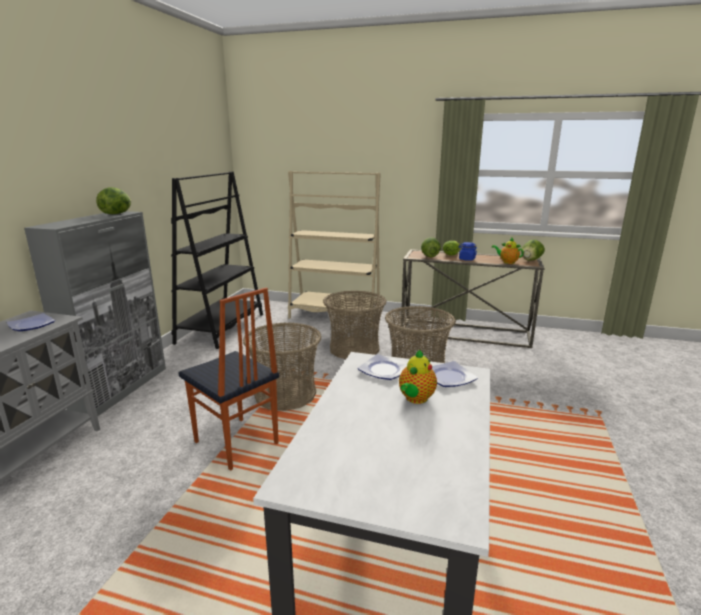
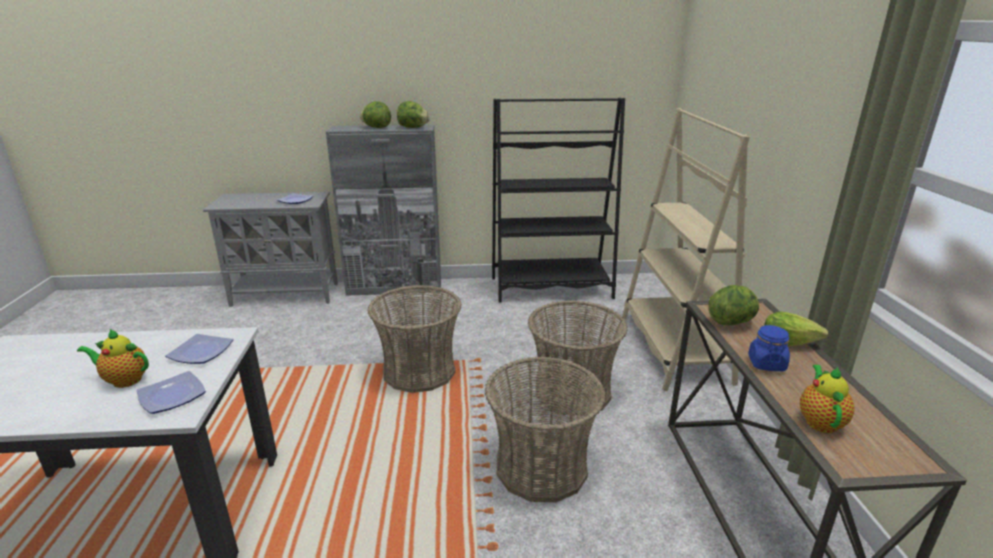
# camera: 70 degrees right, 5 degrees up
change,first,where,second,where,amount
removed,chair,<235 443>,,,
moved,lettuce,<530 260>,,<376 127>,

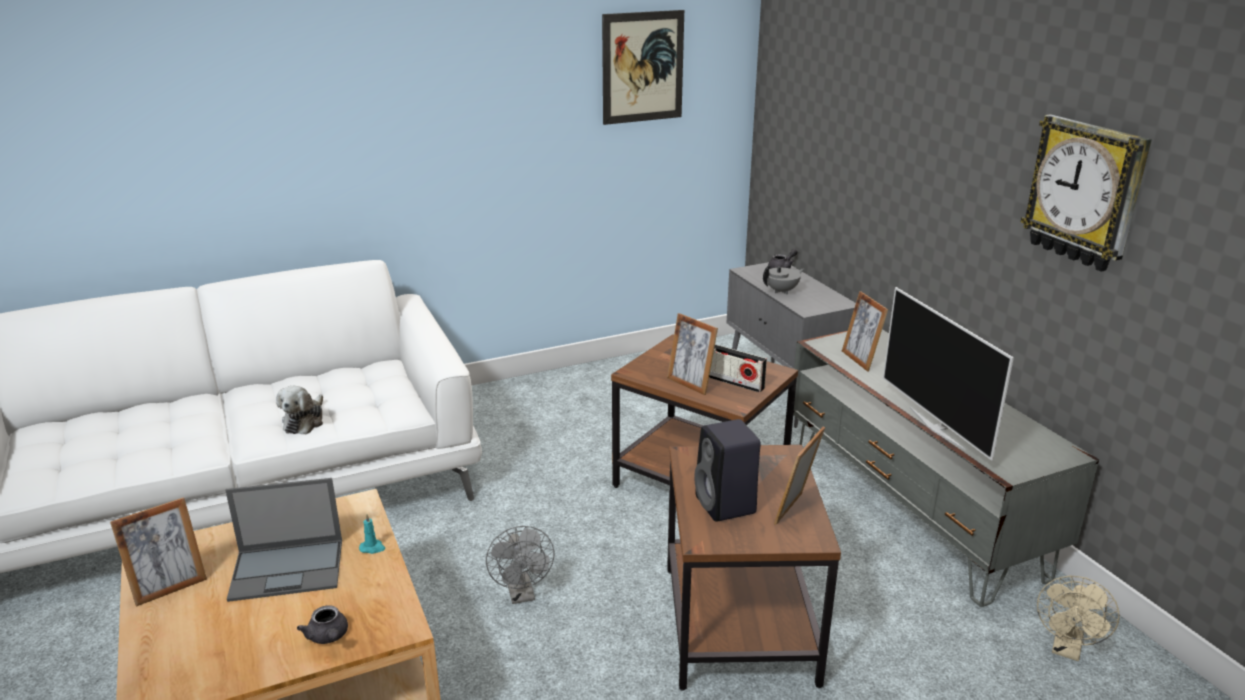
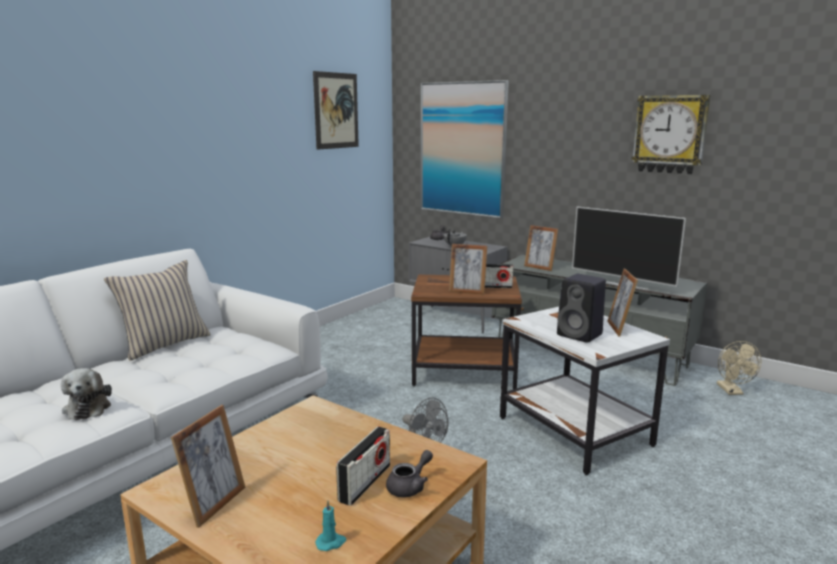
# camera: 30 degrees left, 10 degrees down
change,first,where,second,where,amount
removed,laptop,<289 569>,,,
added,,,beige_pillow,<164 344>,
added,,,radio,<365 483>,
added,,,picture,<462 149>,
moved,plush_toy,<305 421>,,<88 407>,
moved,turquoise_candle,<372 548>,,<331 542>,
recoloured,brown_side_table,<740 625>,white_side_table,<575 432>,
turned,grey_teapot,<328 637>,,<410 486>,75 degrees counterclockwise

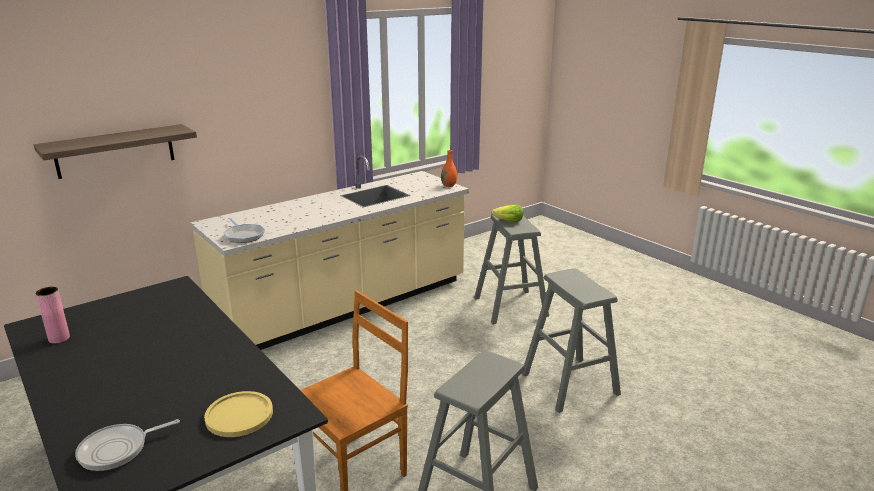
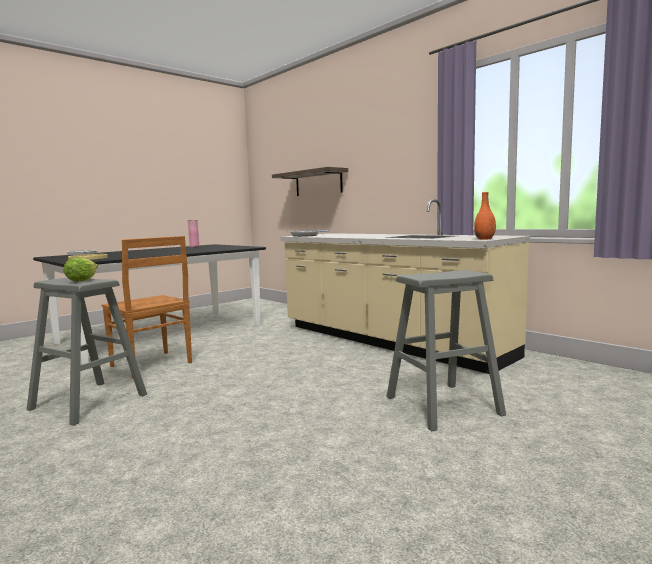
# camera: 85 degrees right, 15 degrees down
change,first,where,second,where,amount
removed,grey_stool,<569 384>,,,
moved,lettuce,<508 221>,,<82 280>,

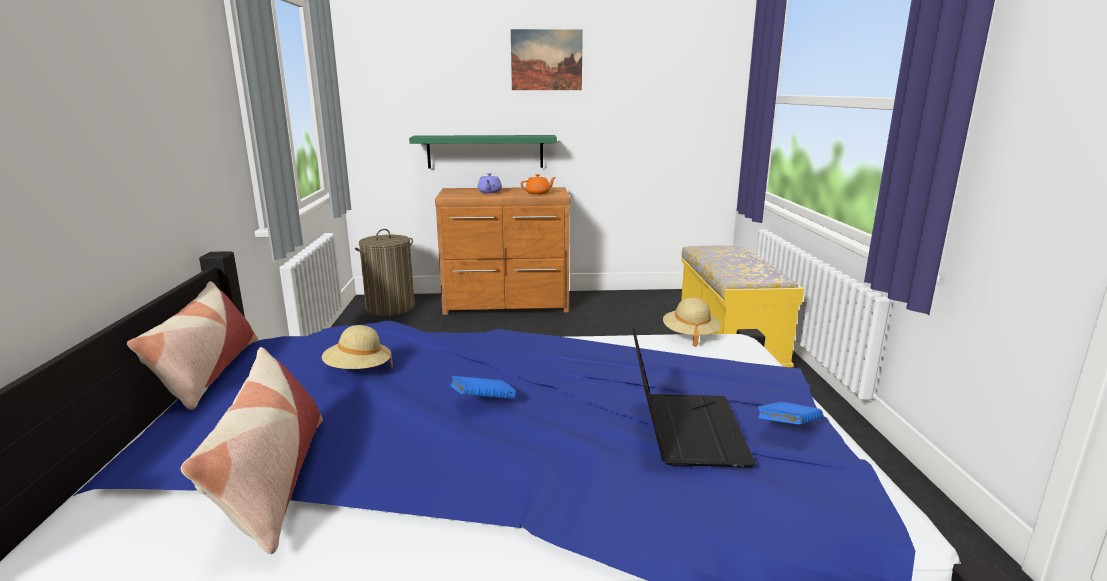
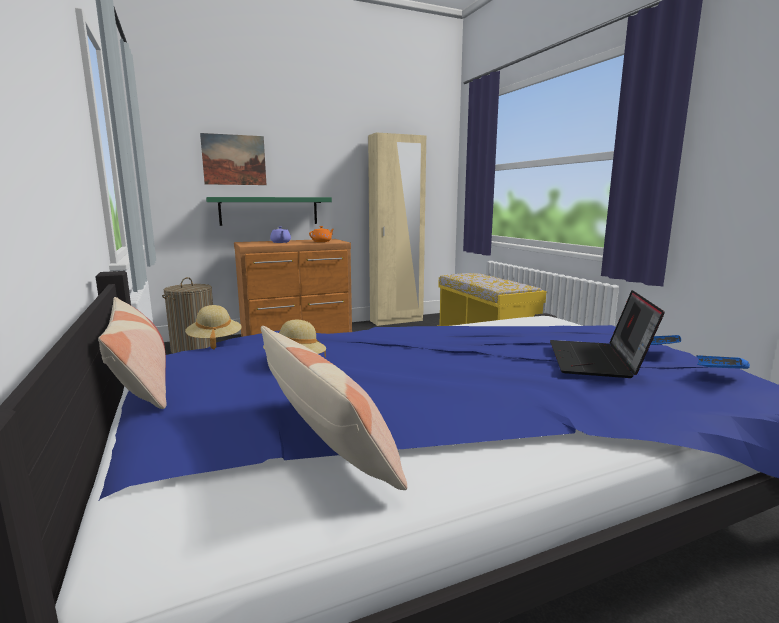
# camera: 20 degrees left, 5 degrees down
change,first,where,second,where,amount
added,,,beige_wardrobe,<396 321>,
moved,blue_book,<483 401>,,<720 375>,
moved,picture,<546 60>,,<234 160>,
moved,beige_hat,<690 335>,,<214 341>,
turned,laptop,<683 429>,,<598 361>,150 degrees counterclockwise

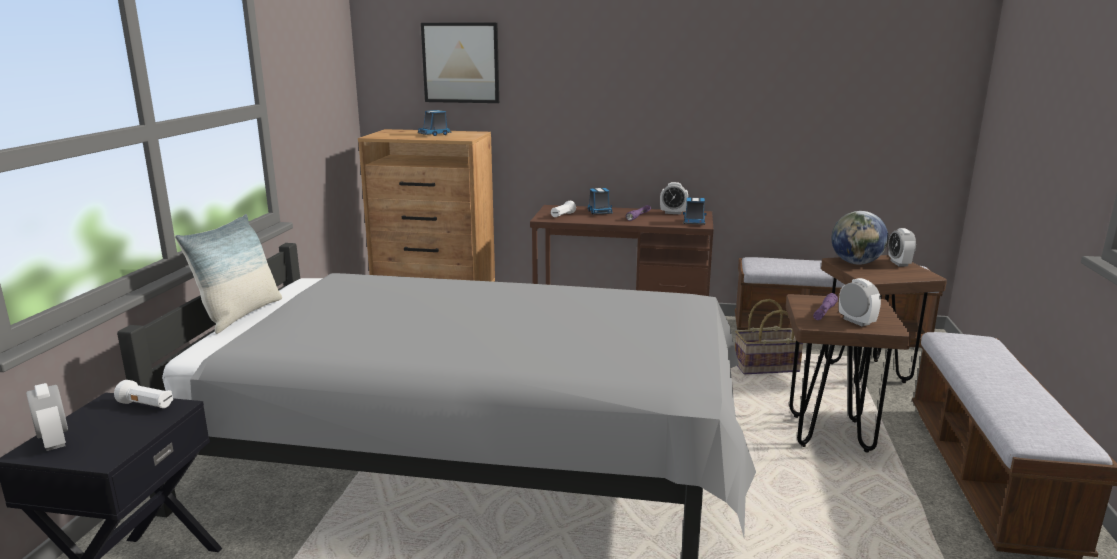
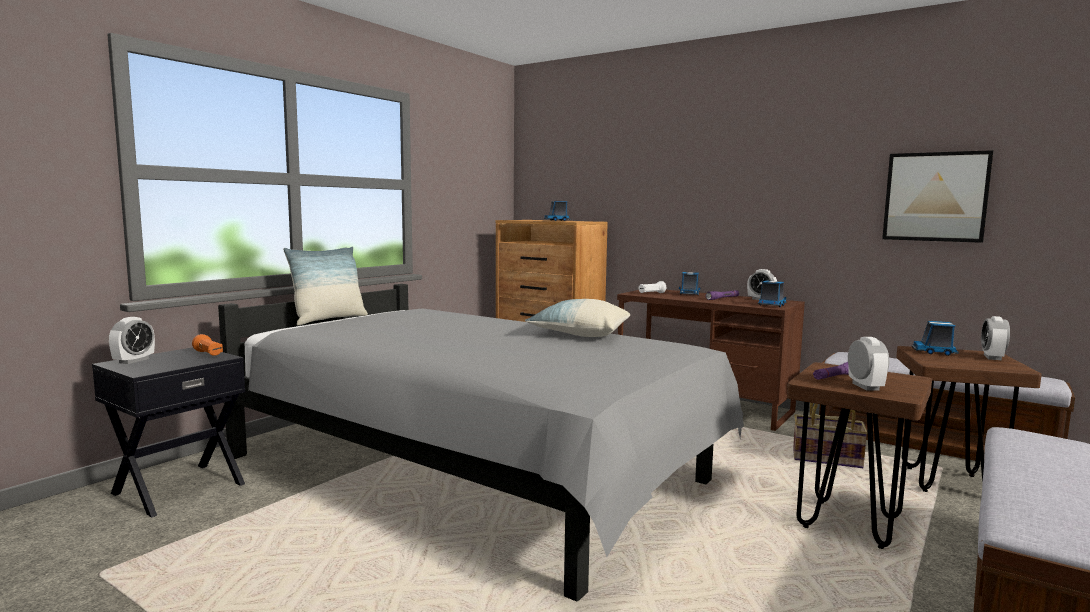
# camera: 25 degrees right, 10 degrees down
change,first,where,second,where,amount
added,,,pillow,<579 334>,
moved,picture,<461 63>,,<935 197>,
replaced,globe,<856 263>,toy_truck,<935 352>,
recoloured,white_flashlight,<146 405>,orange_flashlight,<208 354>,
turned,alarm_clock,<54 441>,,<134 361>,150 degrees counterclockwise

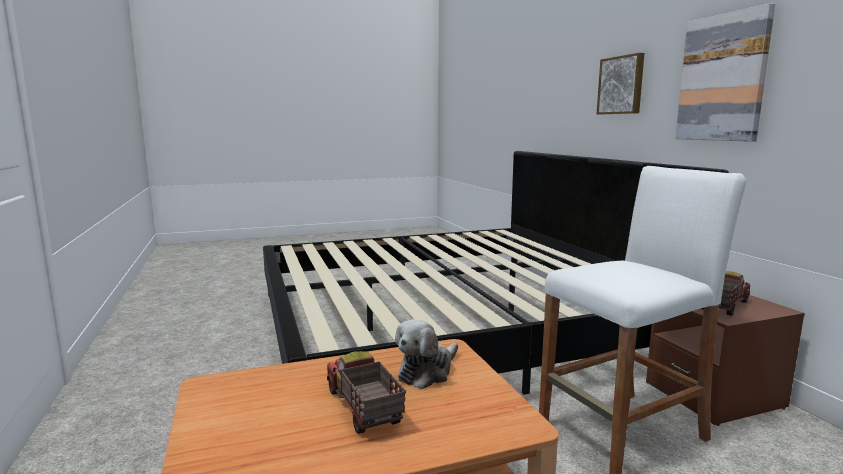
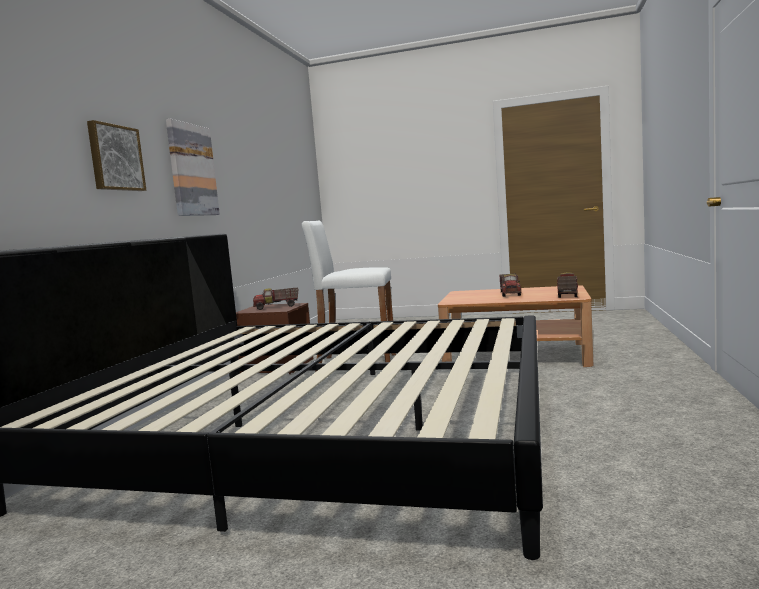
# camera: 145 degrees left, 5 degrees down
change,first,where,second,where,amount
removed,plush_toy,<427 372>,,,
added,,,toy_truck,<567 295>,

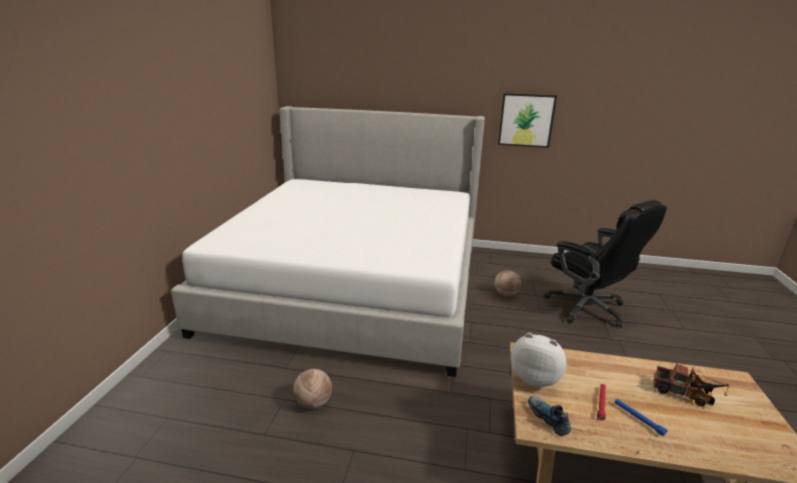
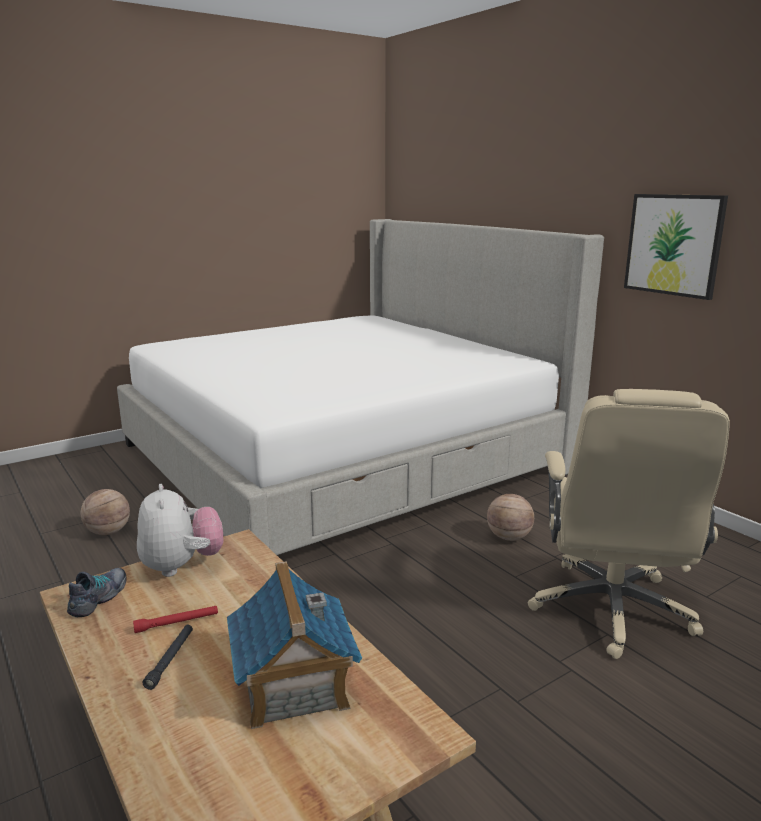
# camera: 45 degrees right, 5 degrees down
change,first,where,second,where,amount
replaced,toy_truck,<685 394>,toy_house,<293 686>,
recoloured,black_office_chair,<588 308>,beige_office_chair,<612 610>,
recoloured,blue_flashlight,<638 419>,black_flashlight,<170 659>,

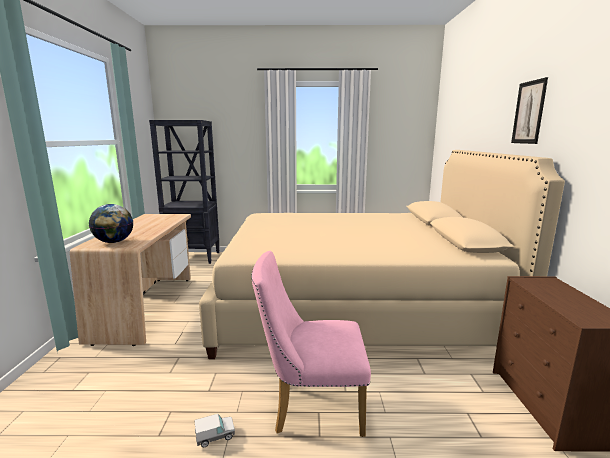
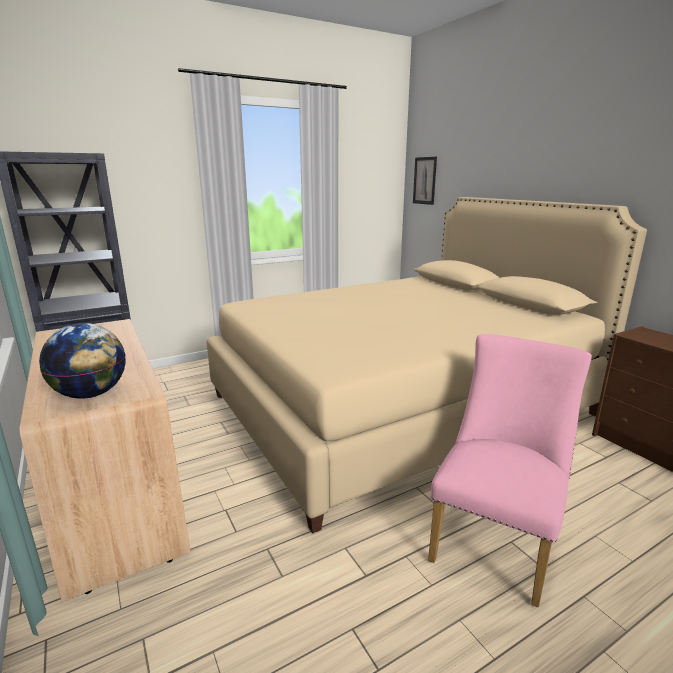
# camera: 30 degrees left, 5 degrees up
change,first,where,second,where,amount
removed,toy_truck,<215 436>,,,
moved,picture,<529 112>,,<424 180>,
turned,pink_chair,<310 406>,,<495 538>,150 degrees clockwise

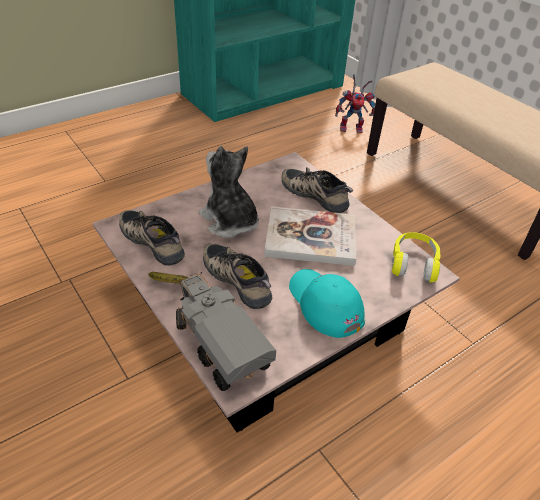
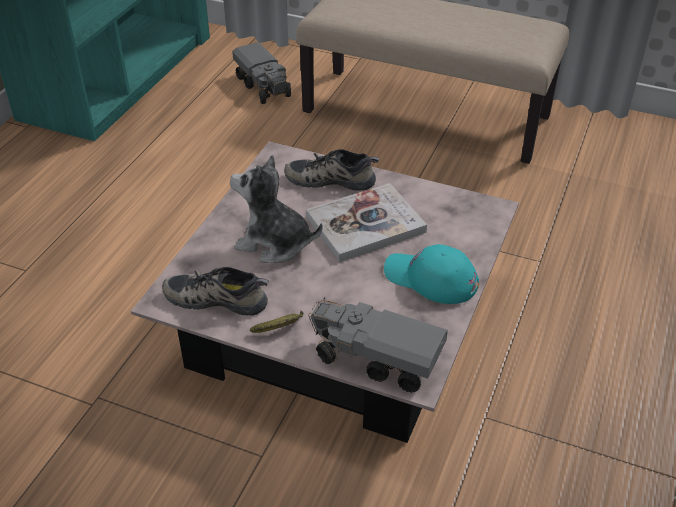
# camera: 30 degrees left, 0 degrees up
change,first,where,second,where,amount
removed,shoe,<239 279>,,,
removed,yellow_headphones,<413 263>,,,
replaced,toy_robot,<353 128>,toy_truck,<264 87>,

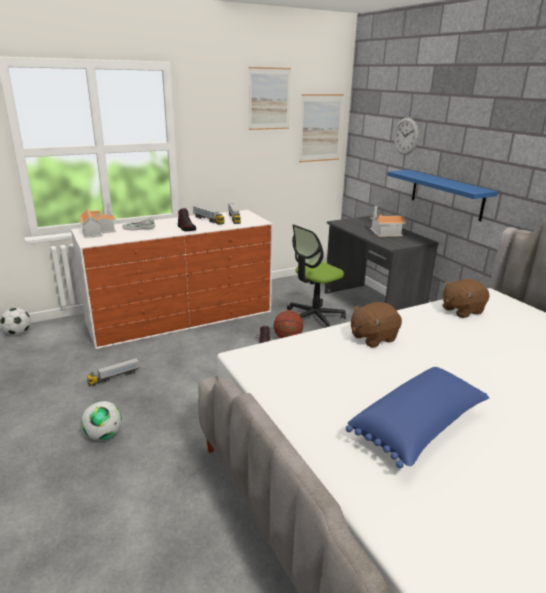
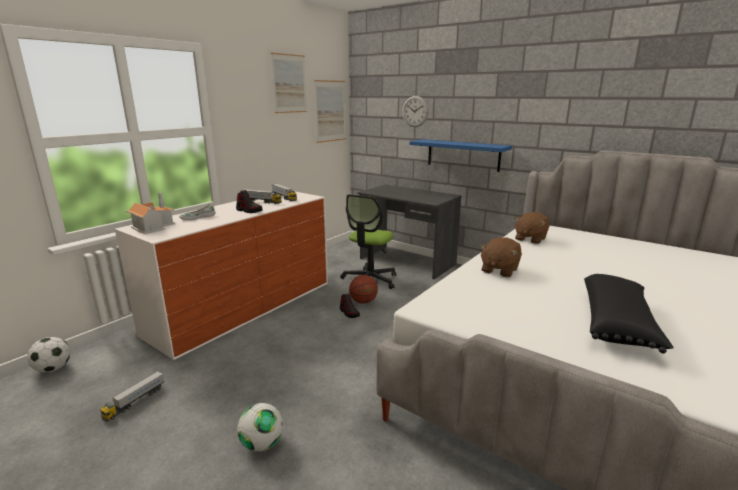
# camera: 25 degrees left, 5 degrees down
change,first,where,second,where,amount
removed,toy_house,<383 232>,,,
moved,toy_truck,<114 377>,,<135 402>,
recoloured,blue_pillow,<419 428>,black_pillow,<617 324>,

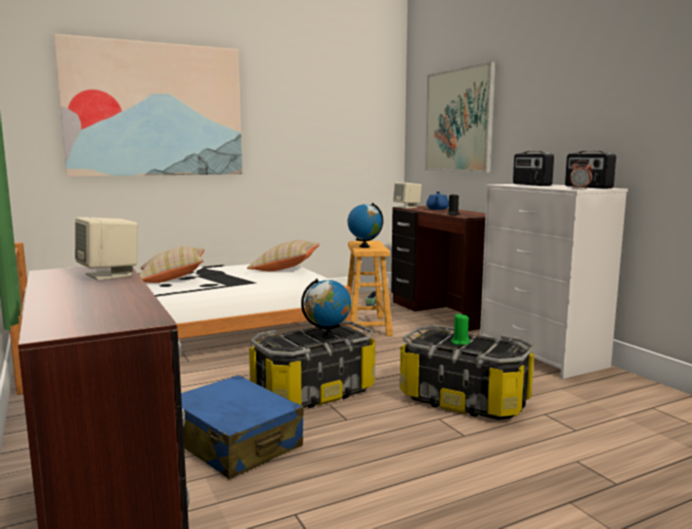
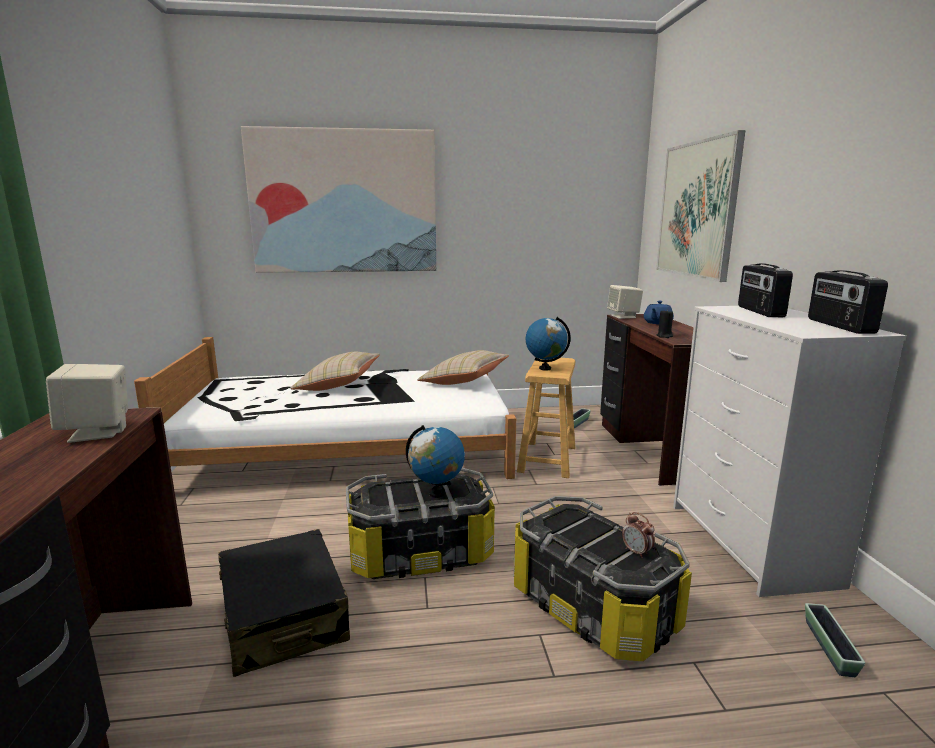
# camera: 20 degrees right, 5 degrees up
change,first,where,second,where,amount
removed,green_candle,<460 342>,,,
added,,,planter,<829 648>,
moved,alarm_clock,<580 189>,,<636 552>,
recoloured,blue_suitcase,<234 443>,black_suitcase,<284 616>,

